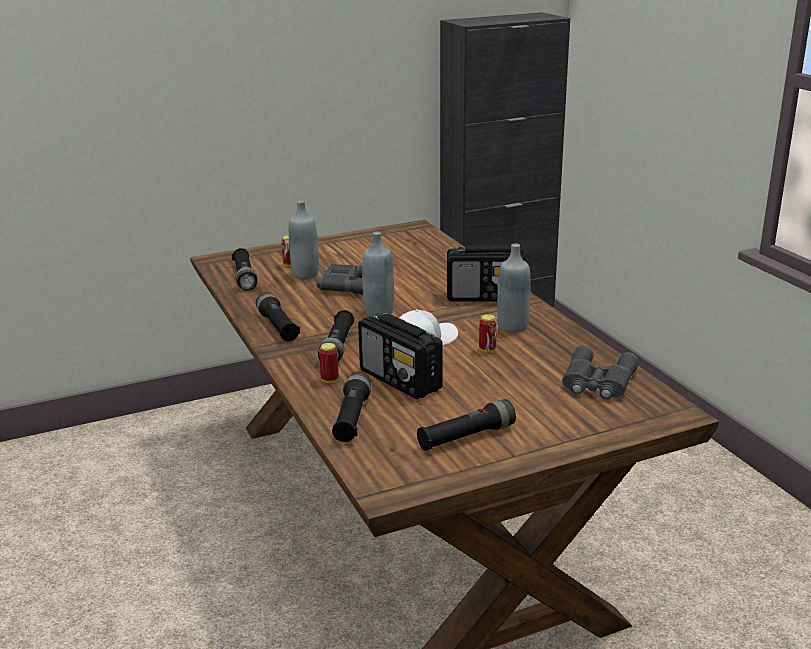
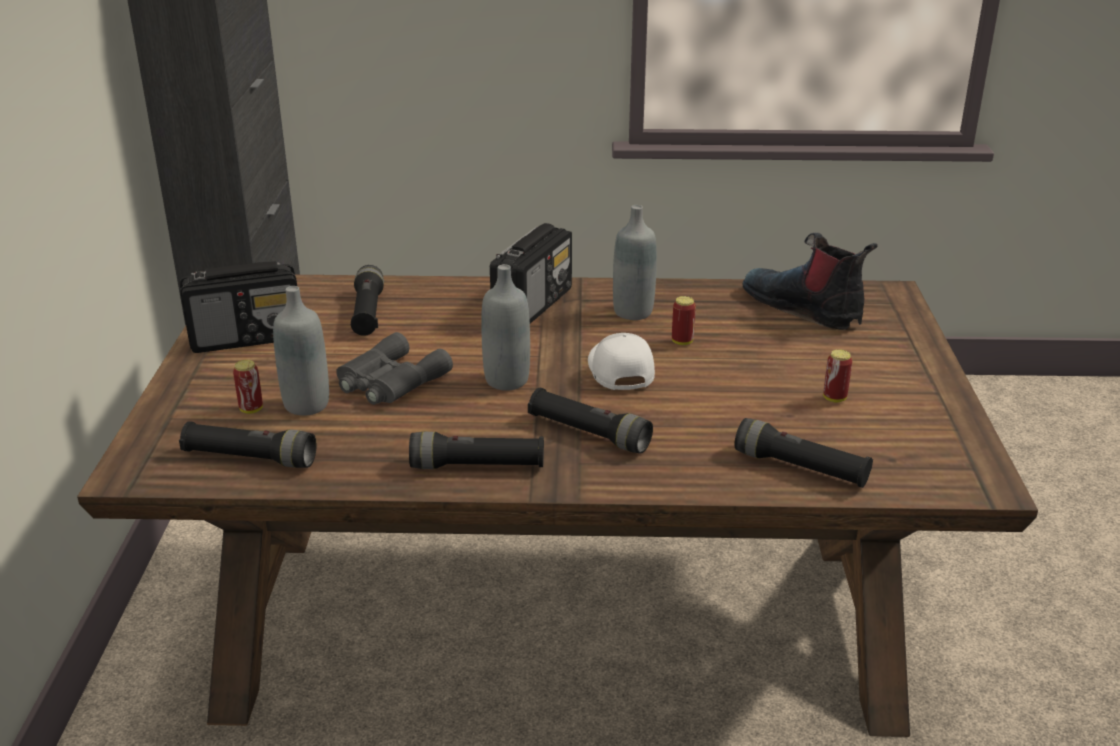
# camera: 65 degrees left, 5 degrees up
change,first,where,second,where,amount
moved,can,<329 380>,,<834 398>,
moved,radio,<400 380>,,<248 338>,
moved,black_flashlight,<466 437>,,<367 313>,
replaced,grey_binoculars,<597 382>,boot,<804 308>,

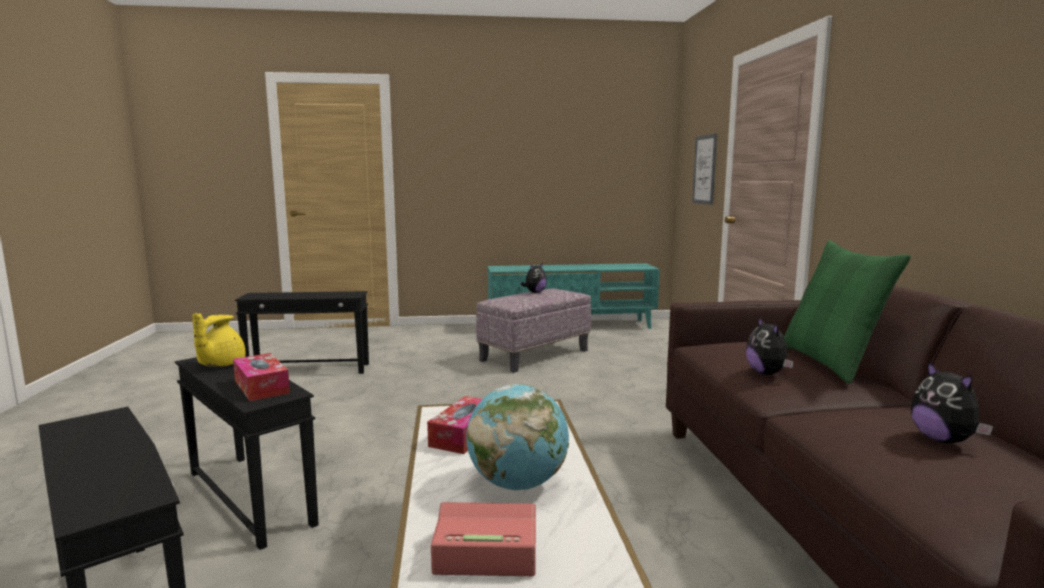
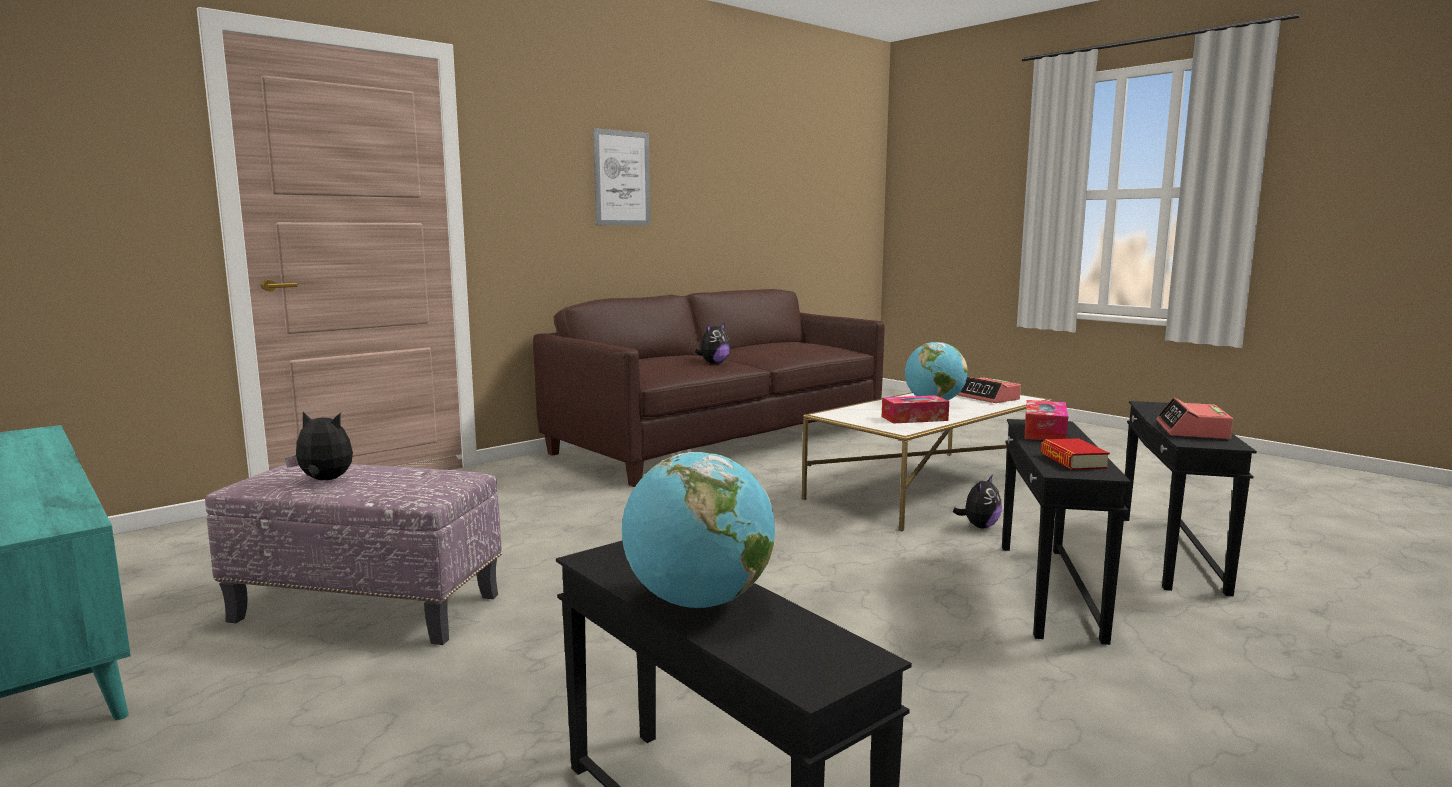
# camera: 125 degrees left, 0 degrees up
change,first,where,second,where,amount
removed,green_pillow,<830 362>,,,
added,,,globe,<698 602>,
added,,,alarm_clock,<1192 431>,
moved,picture,<705 169>,,<622 178>,
moved,plush_toy,<943 440>,,<979 526>,
replaced,yellow_teapot,<220 364>,book,<1073 461>,

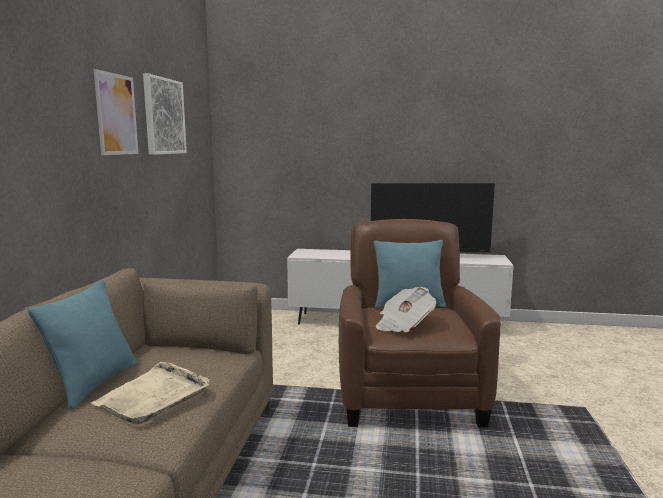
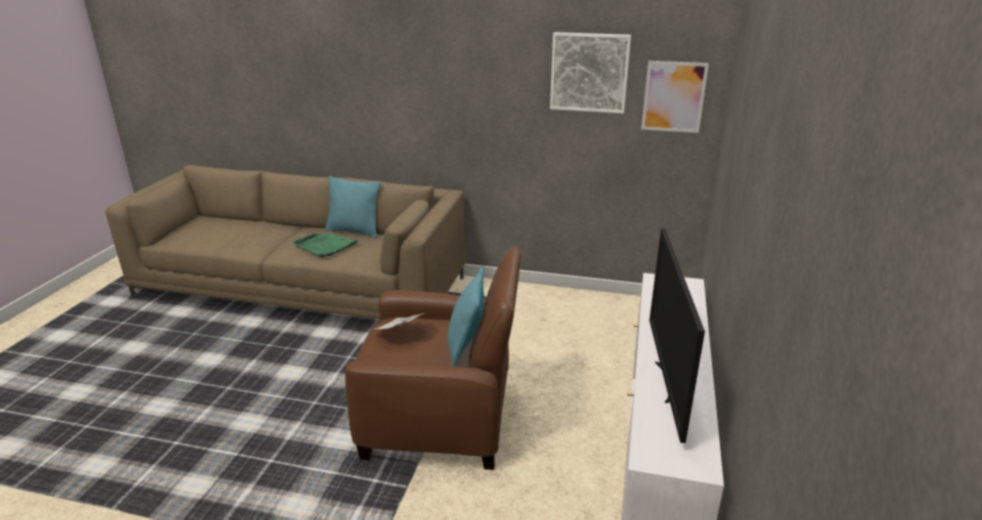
# camera: 95 degrees right, 15 degrees up
change,first,where,second,where,amount
moved,picture,<116 114>,,<673 97>,
recoloured,beige_tray,<153 396>,green_tray,<325 246>,

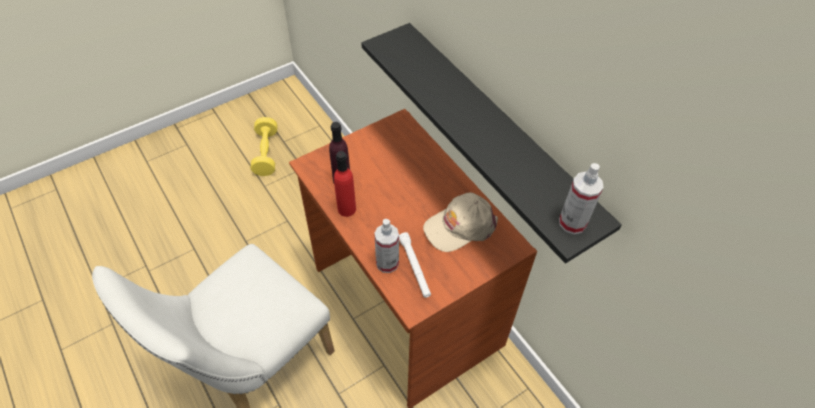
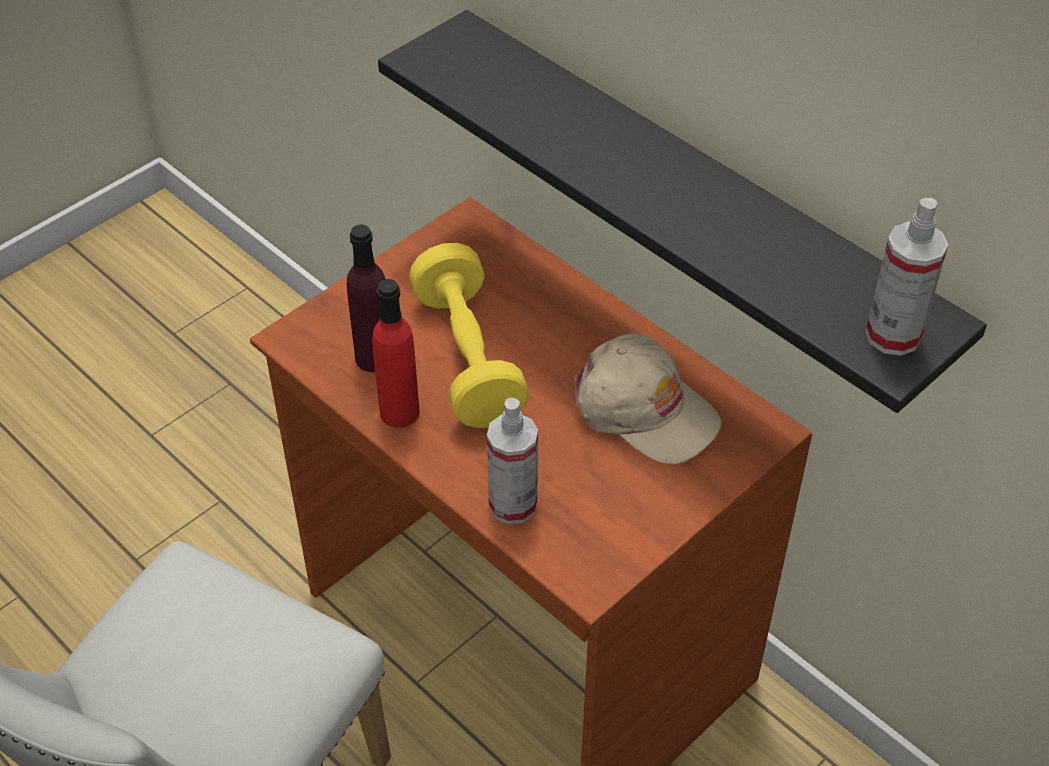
# camera: 10 degrees left, 5 degrees down
change,first,where,second,where,amount
removed,white_flashlight,<415 267>,,,
moved,yellow_dumbbell,<266 153>,,<468 358>,
turned,beige_cap,<460 226>,,<645 410>,105 degrees counterclockwise

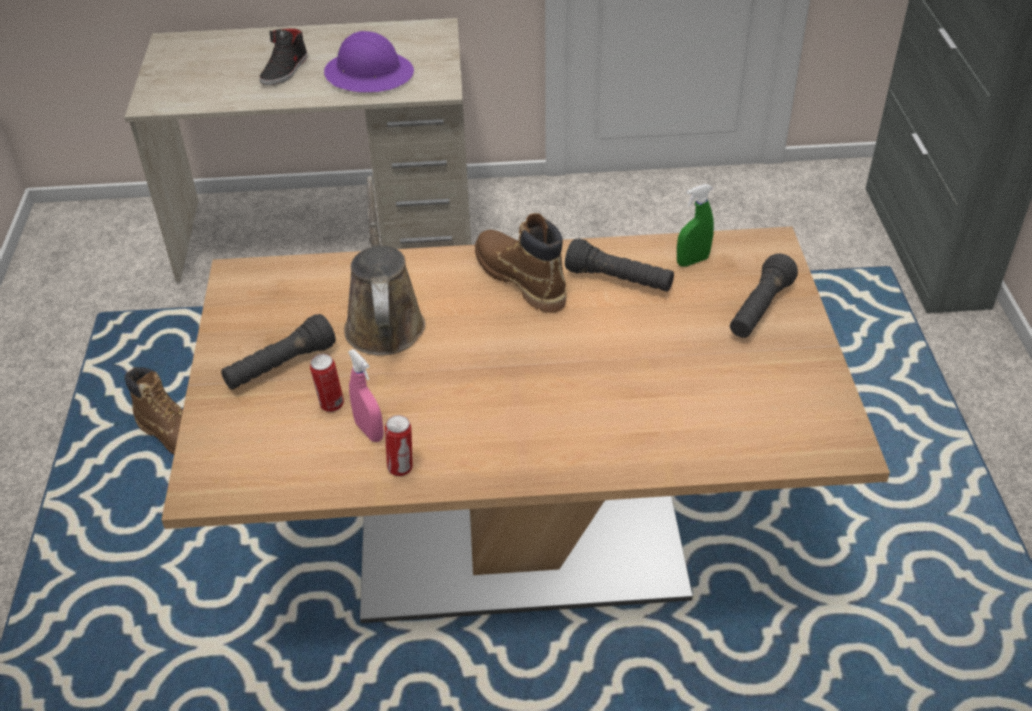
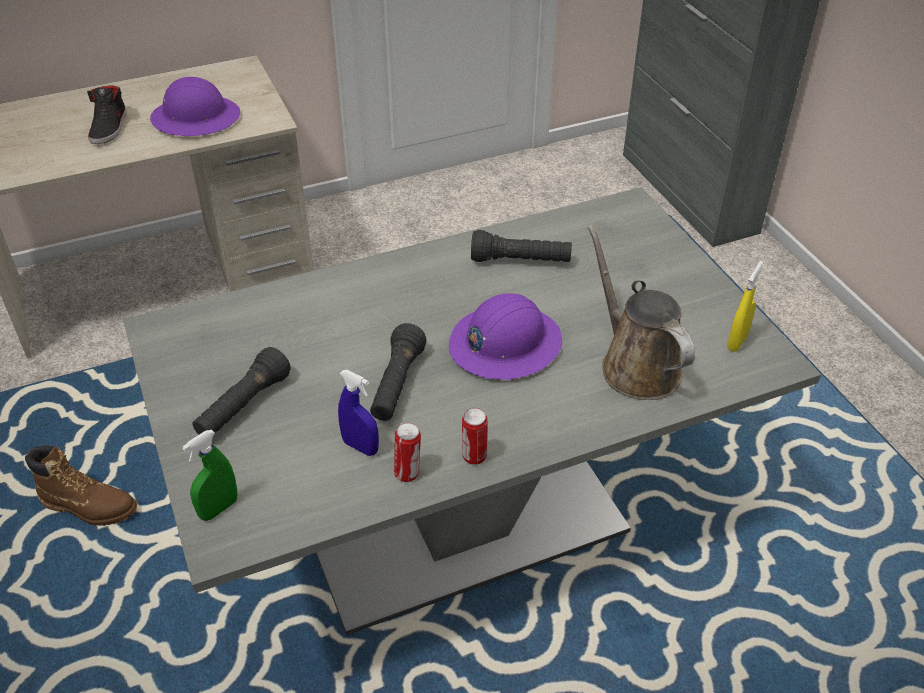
# camera: 20 degrees left, 0 degrees up
change,first,where,second,where,amount
removed,brown_boot,<520 279>,,,
added,,,purple_hard_hat,<504 344>,
added,,,yellow_spray_bottle,<737 342>,
moved,can,<331 405>,,<474 457>,
moved,brown_watering_can,<384 321>,,<635 365>,
moved,green_spray_bottle,<692 261>,,<218 508>,
moved,black_flashlight,<759 310>,,<397 385>,
recoloured,brown_dining_table,<521 541>,grey_dining_table,<461 519>,
recoloured,pink_spray_bottle,<369 431>,blue_spray_bottle,<360 447>,

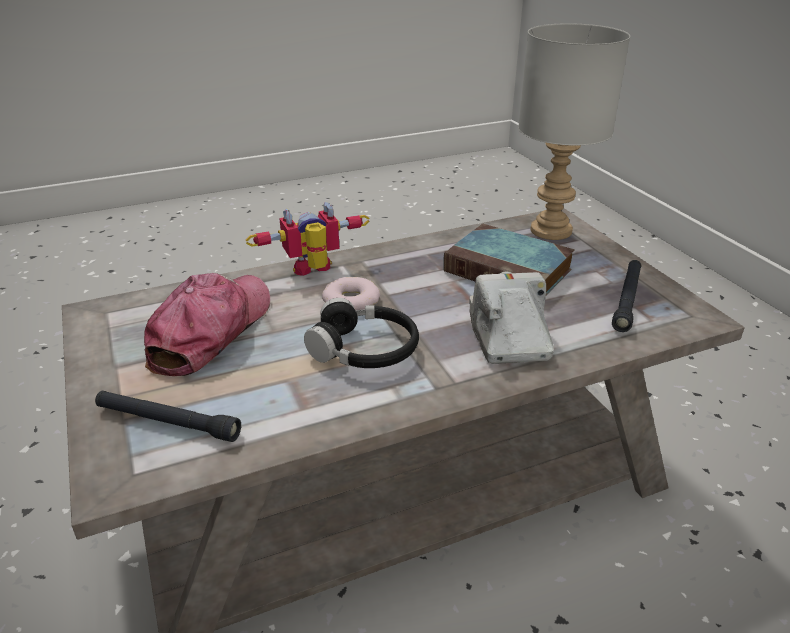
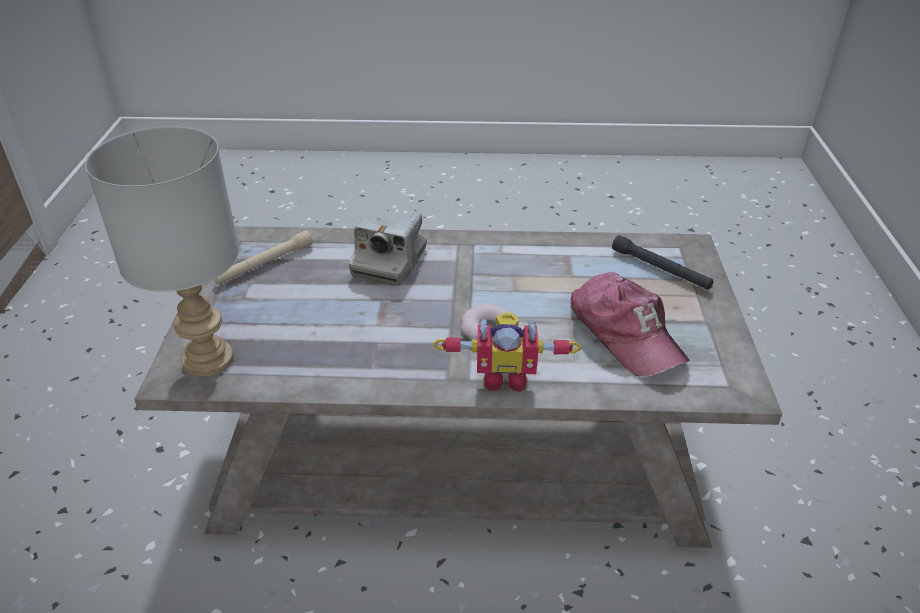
# camera: 155 degrees left, 5 degrees up
change,first,where,second,where,amount
removed,black_headphones,<364 350>,,,
removed,book,<510 271>,,,
recoloured,black_flashlight,<627 300>,beige_flashlight,<264 264>,
turned,cap,<211 331>,,<625 333>,75 degrees counterclockwise

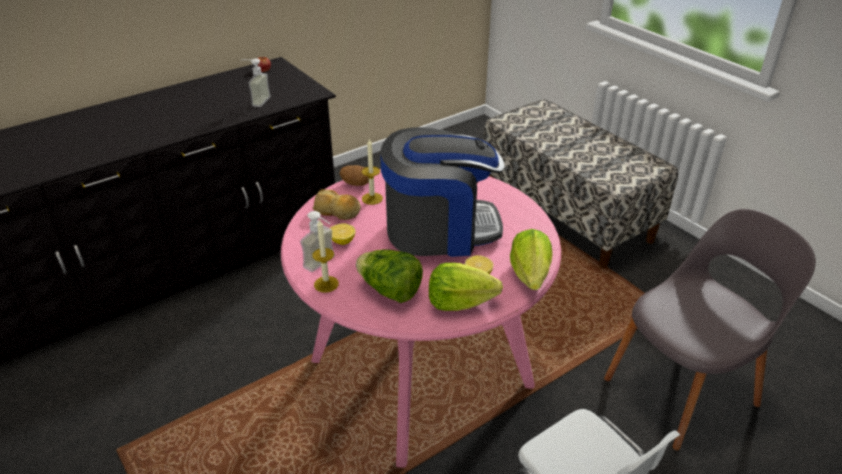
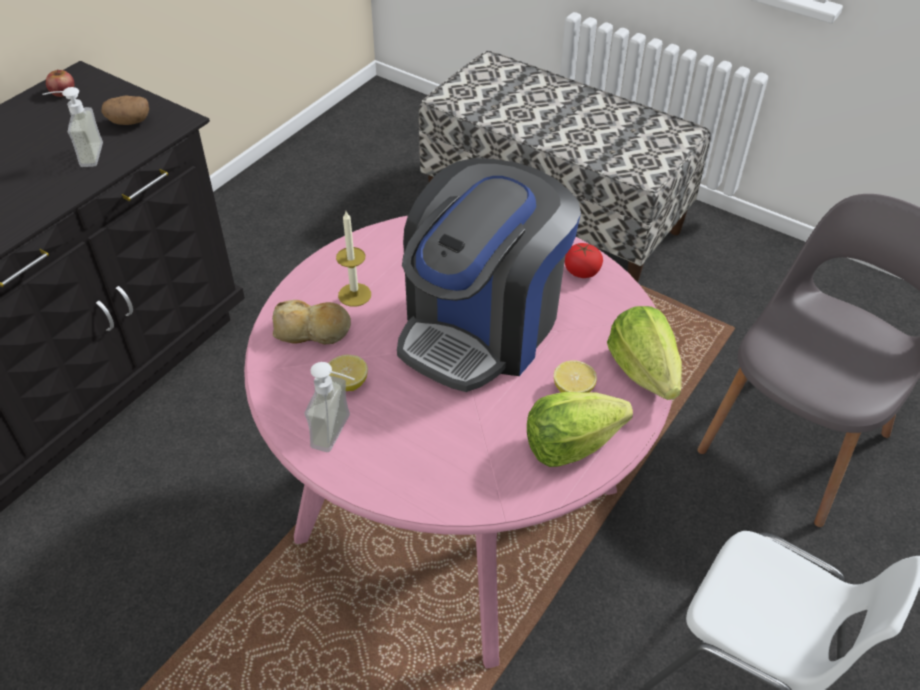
# camera: 20 degrees left, 10 degrees up
change,first,where,second,where,amount
removed,candle,<326 284>,,,
removed,lettuce,<390 291>,,,
added,,,tomato,<581 272>,
moved,potato,<356 183>,,<129 122>,
turned,coffee_machine,<440 230>,,<482 325>,150 degrees clockwise

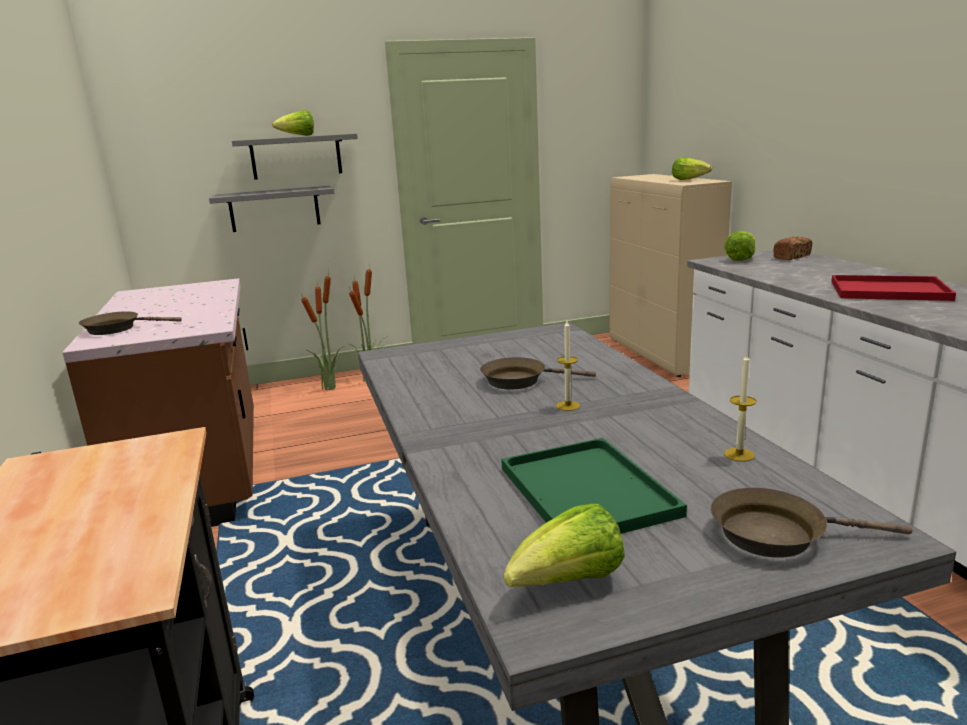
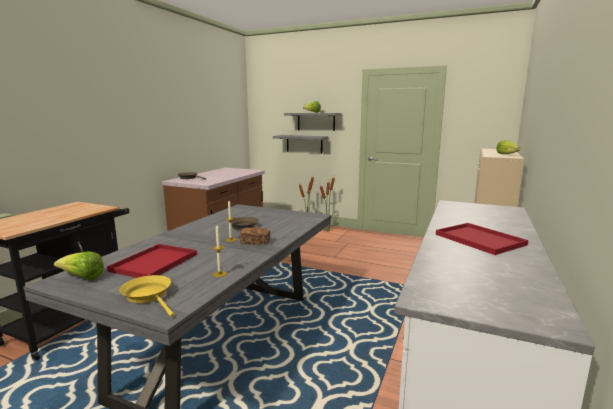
# camera: 40 degrees right, 5 degrees down
change,first,where,second,where,amount
removed,lettuce,<740 258>,,,
moved,bread,<791 257>,,<255 242>,
recoloured,green_tray,<590 492>,red_tray,<154 263>,
recoloured,brown_frying_pan,<777 534>,yellow_frying_pan,<149 296>,

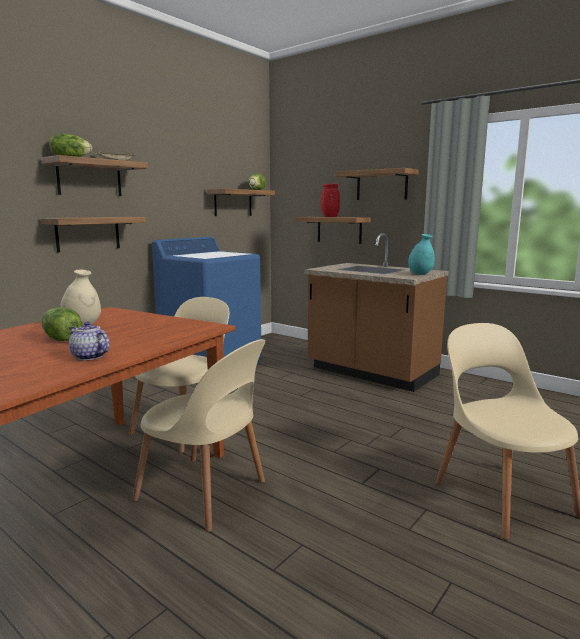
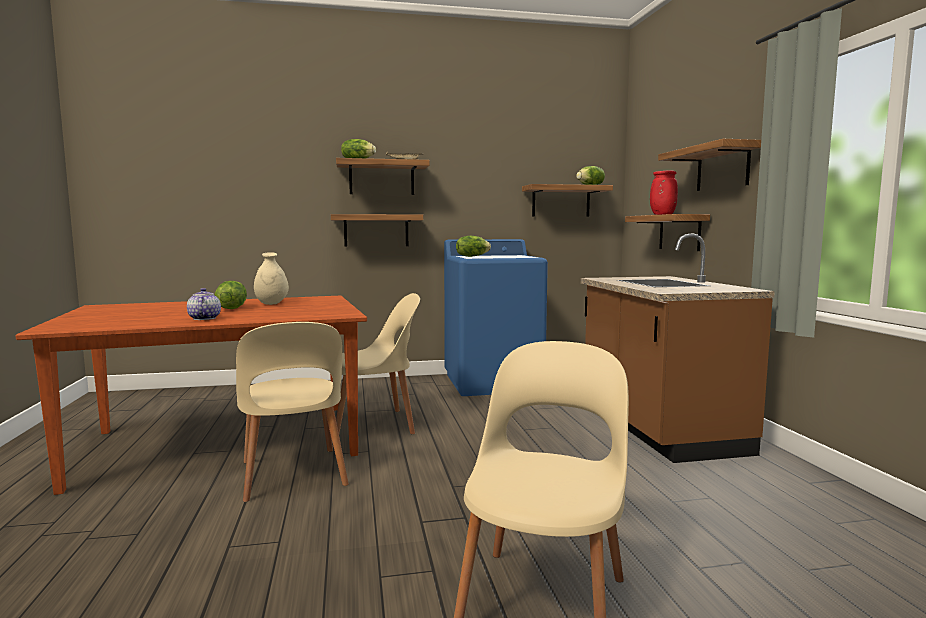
# camera: 40 degrees right, 5 degrees down
change,first,where,second,where,amount
removed,turquoise_vase,<420 274>,,,
added,,,lettuce,<472 256>,

